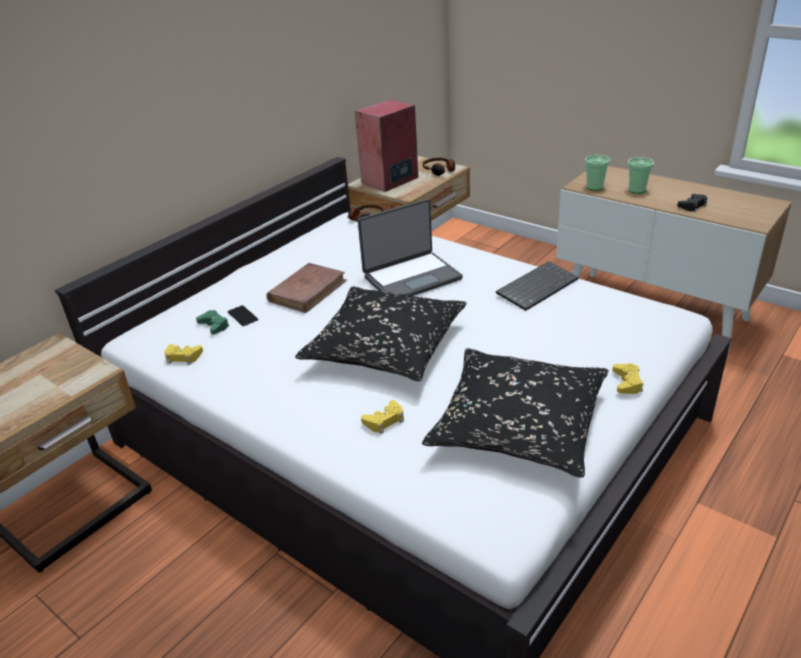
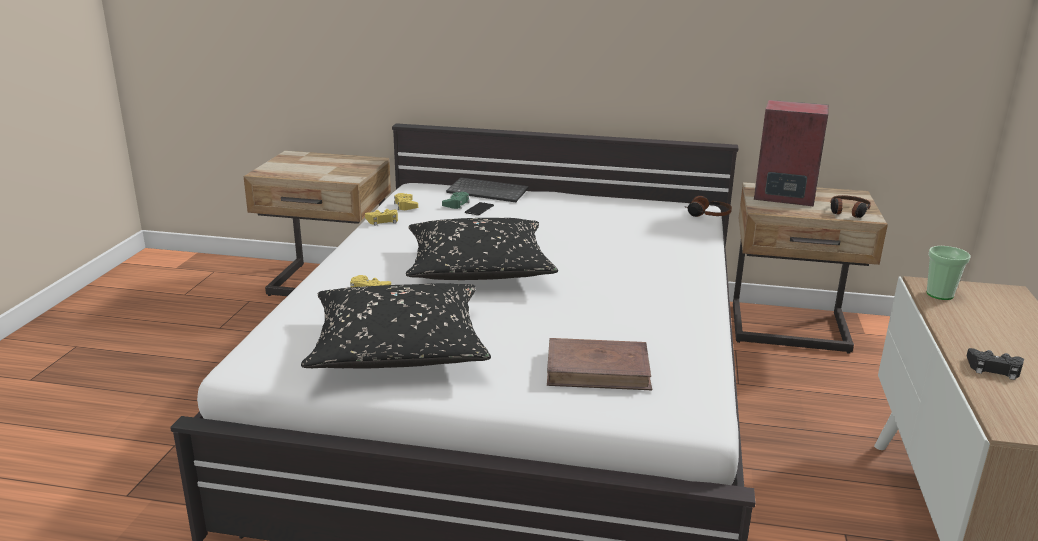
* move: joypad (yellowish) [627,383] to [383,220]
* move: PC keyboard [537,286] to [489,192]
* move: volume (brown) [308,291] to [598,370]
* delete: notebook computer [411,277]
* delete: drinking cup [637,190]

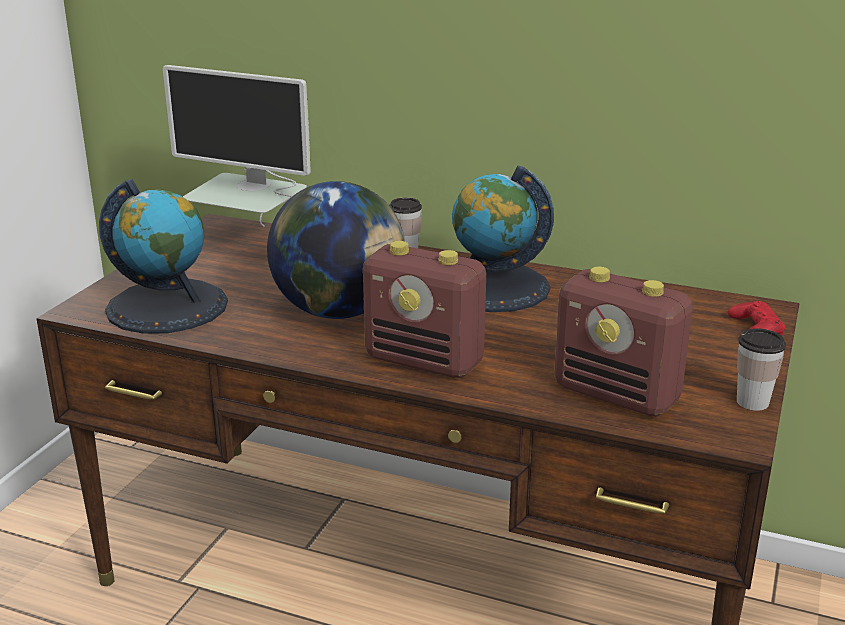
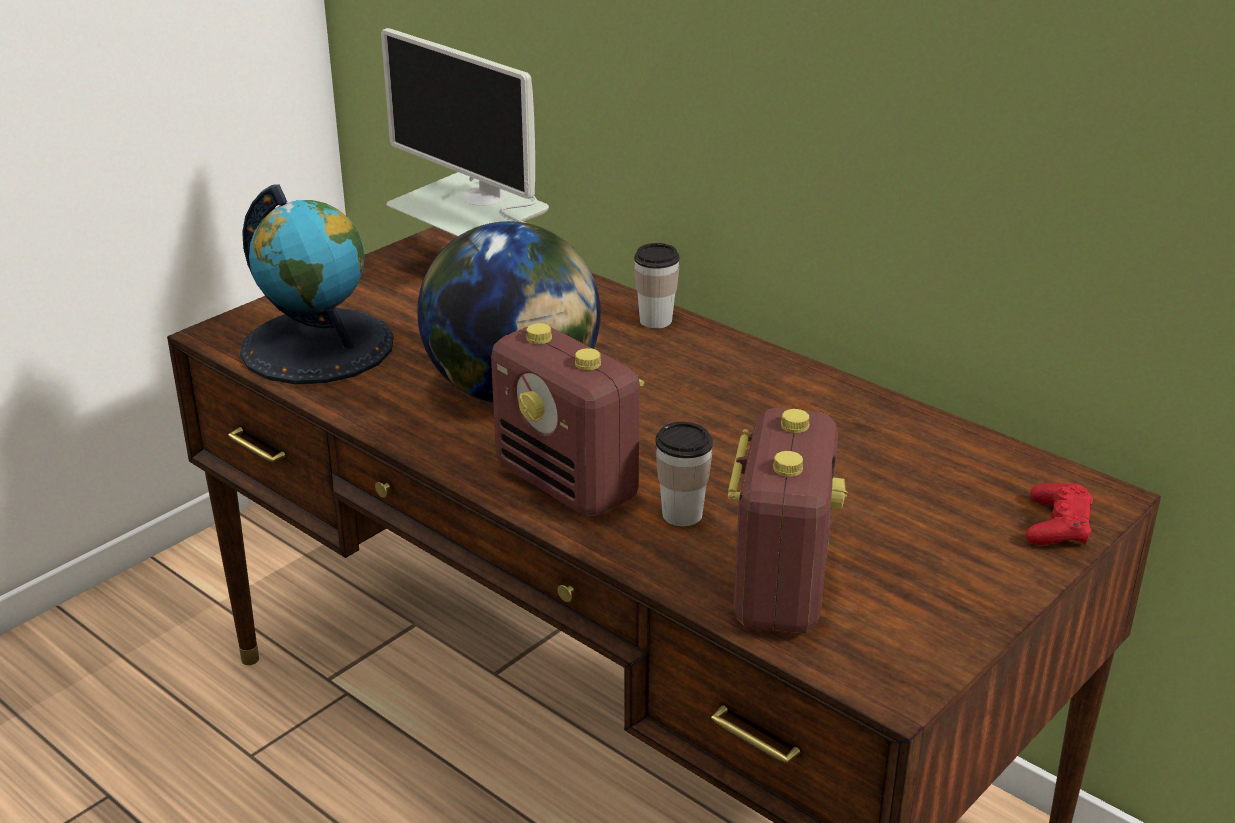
* move: drinking cup [752,402] to [682,514]
* rotate: radio set [617,395] = [780,586] 135 degrees counterclockwise
* delete: globe [492,287]

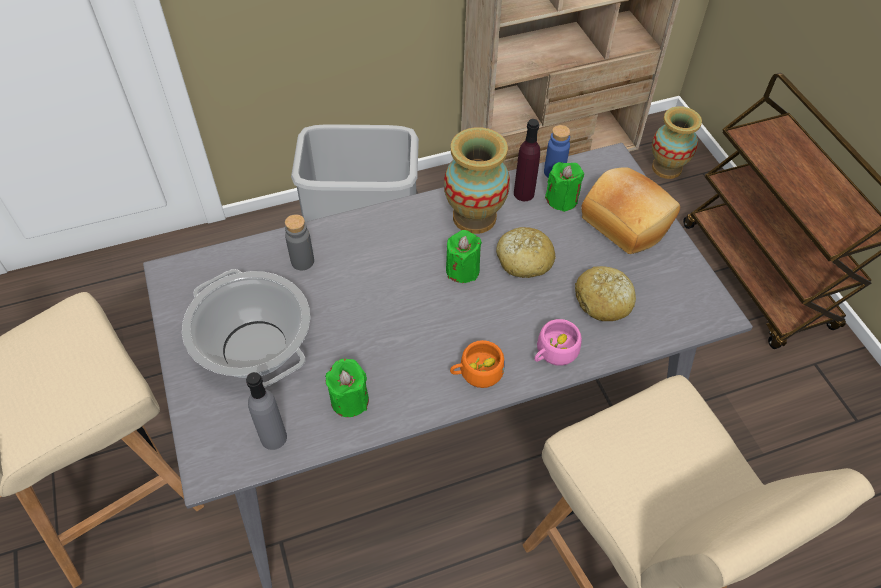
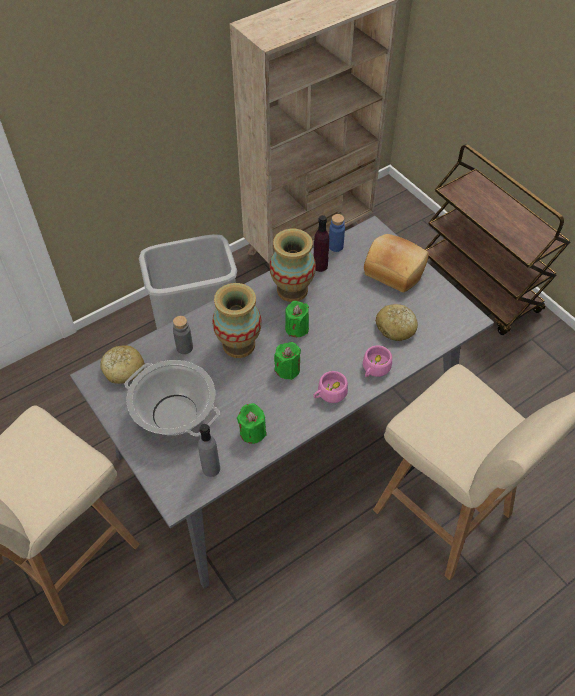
* move: baked bread [523,260] to [123,369]
* move: vase [666,168] to [239,345]
* move: wax candle (greenish) [562,199] to [287,369]
* recolor: drinking cup (orange-coloured) [476,372] to drinking cup (pink-coloured) [329,394]

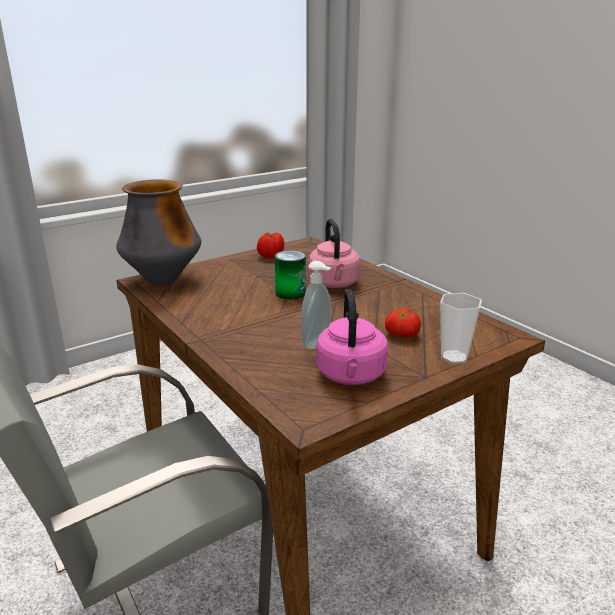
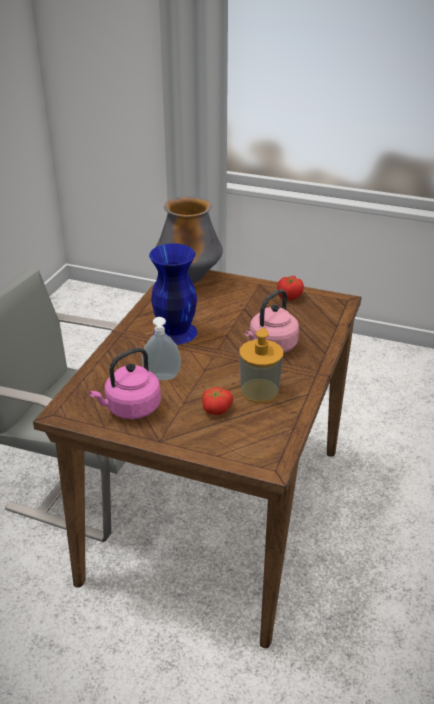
* insert: vase (blue) [174,332]
* insert: soap dispenser [259,391]
* delete: metal can [290,293]
* delete: drinking cup [454,357]

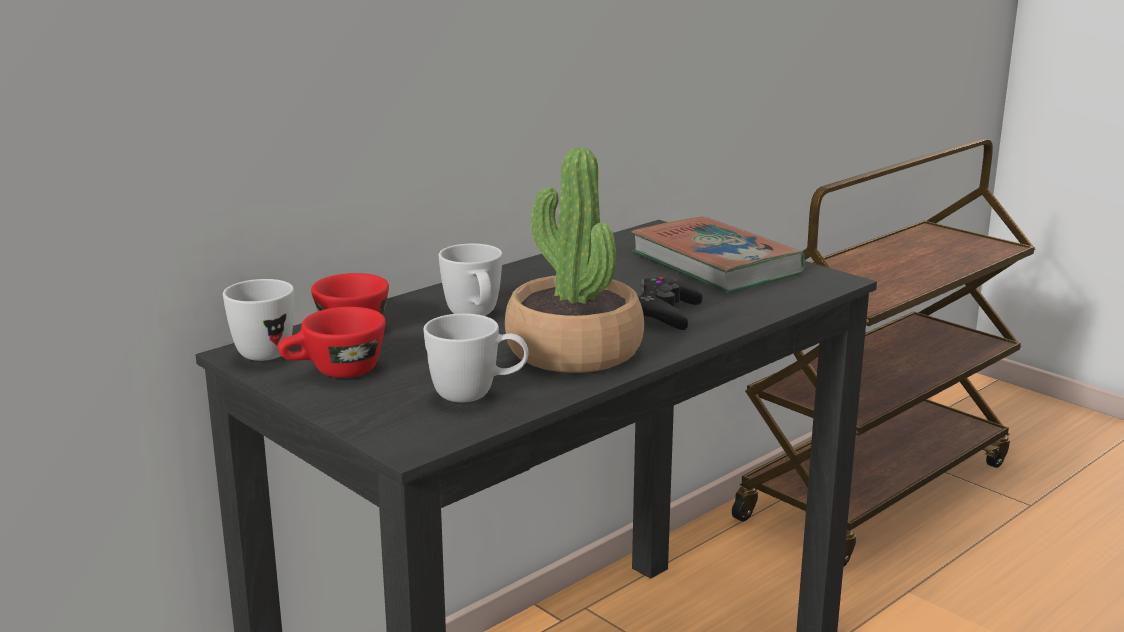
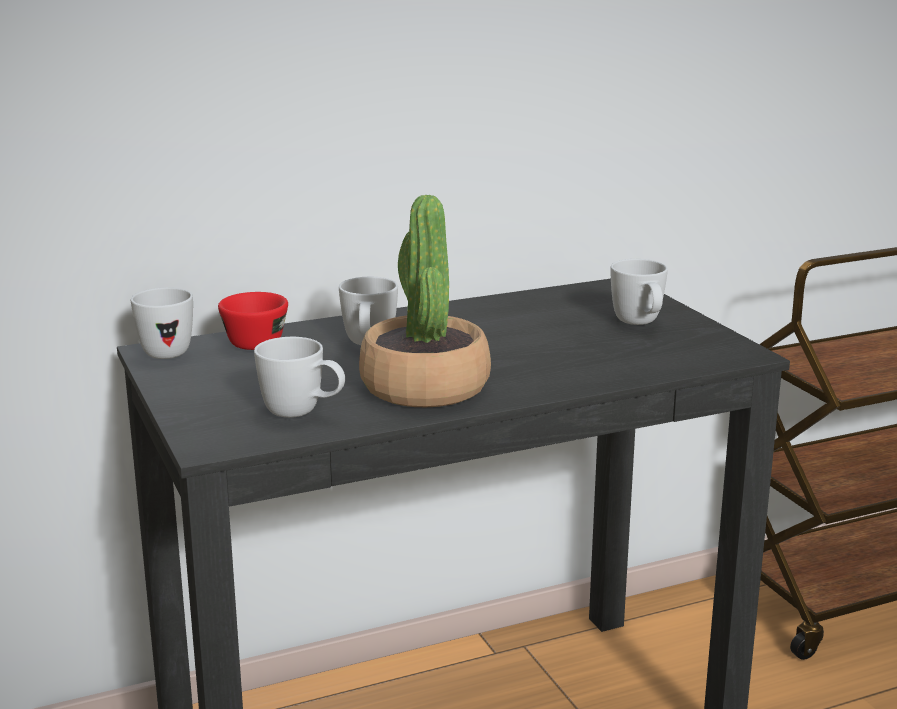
* replace: volume [715,264] to tea mug (white-coloured) [640,324]
* delete: drinking cup (red) [334,372]
* delete: joypad (black) [664,313]

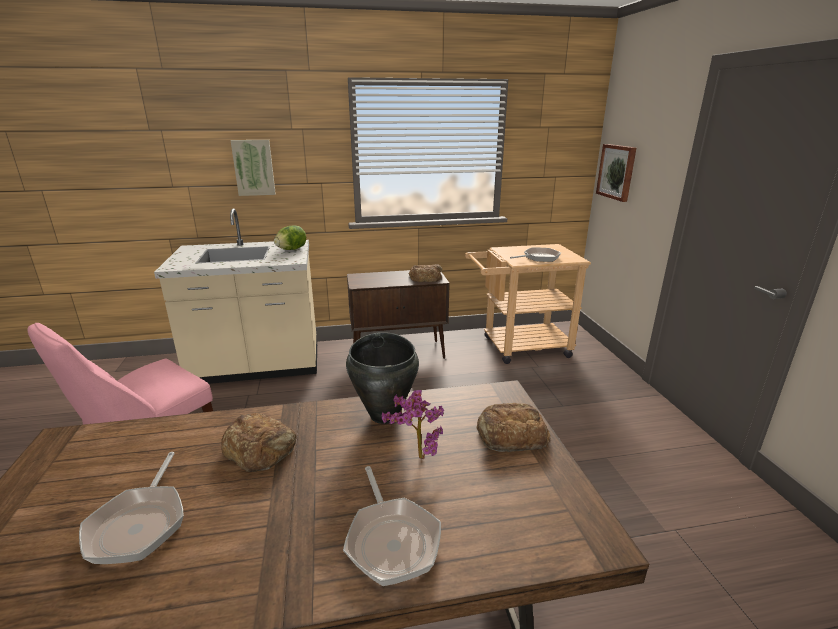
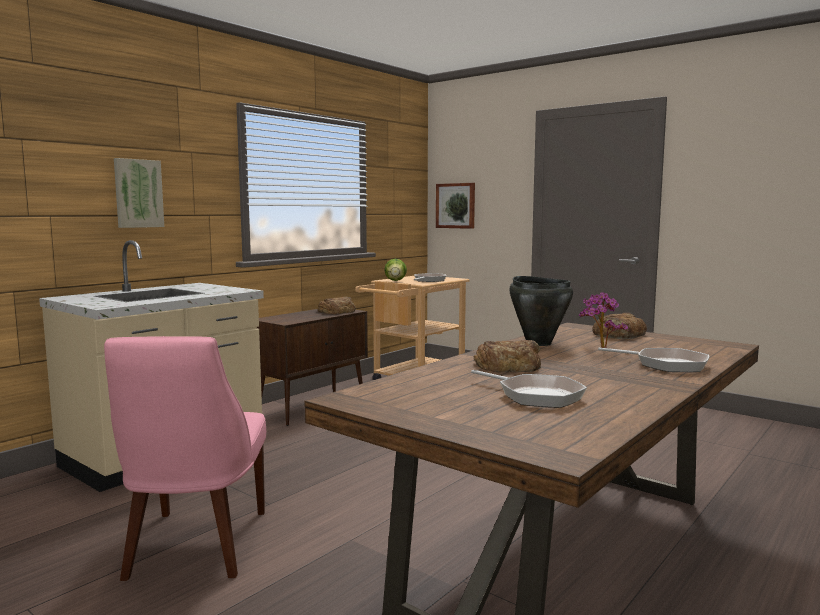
* move: lettuce [291,249] to [395,281]

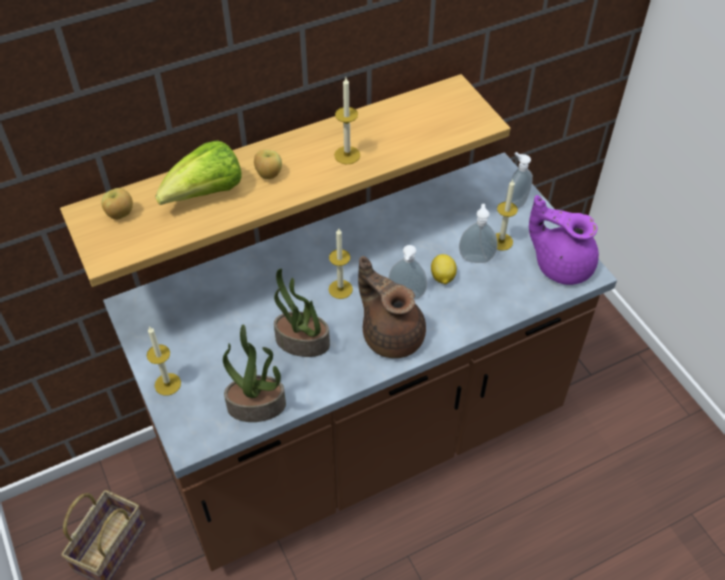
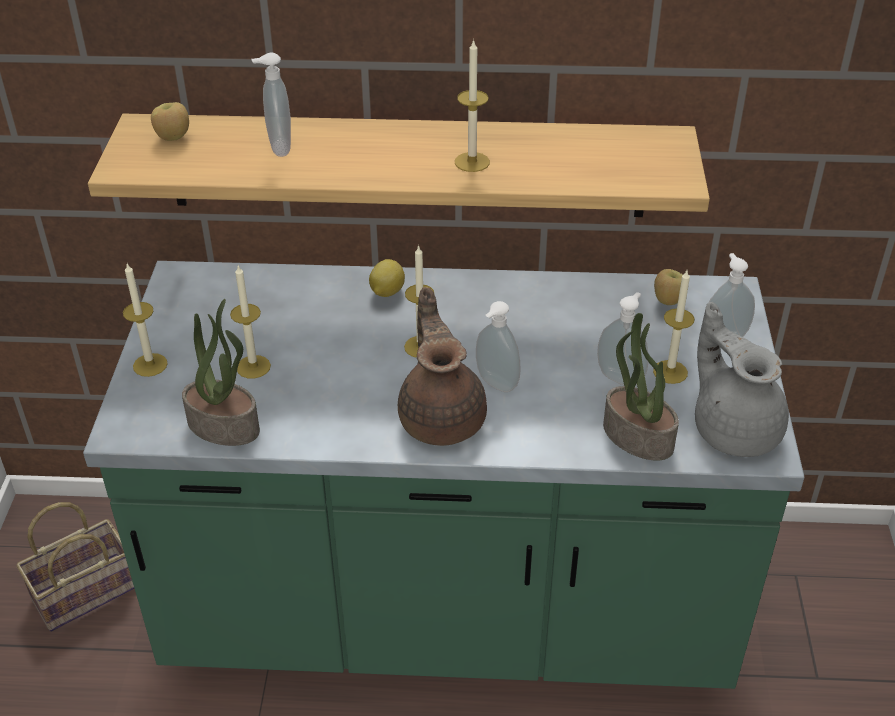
* recolor: counter (brown) [362,436] to counter (greenish) [448,610]
* insert: wax candle [253,367]
* replace: lettuce [206,194] to soap dispenser [278,148]
* move: citrus fruit [442,277] to [386,292]
* move: potted plant [301,343] to [636,437]
* move: apple [268,175] to [667,301]
* recolor: pot for tea (purple) [561,264] to pot for tea (gray) [734,428]

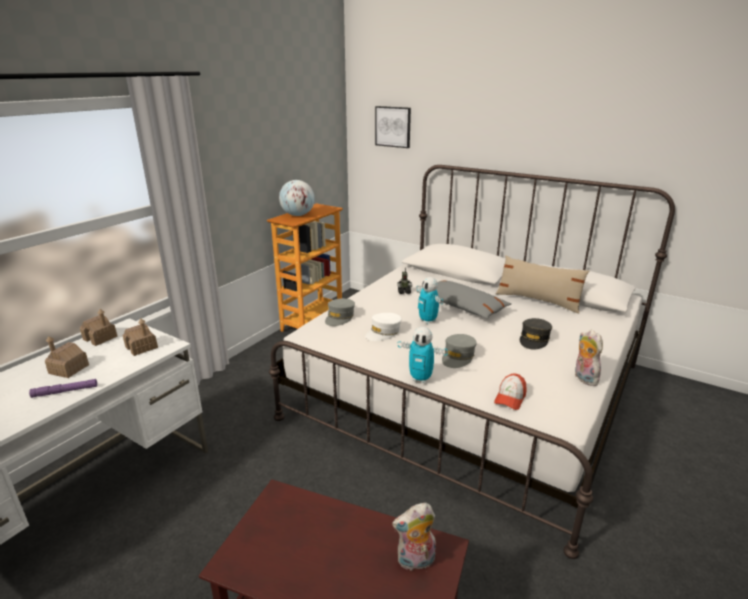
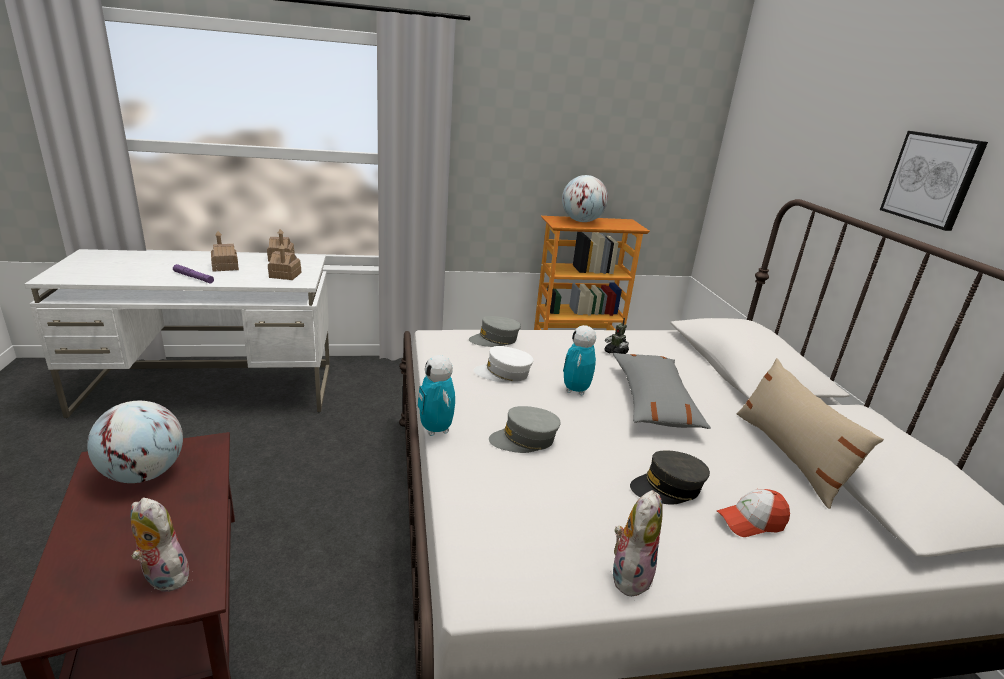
* insert: globe [144,474]
* move: baseball cap [510,398] to [751,521]
* move: picture [393,126] to [932,179]

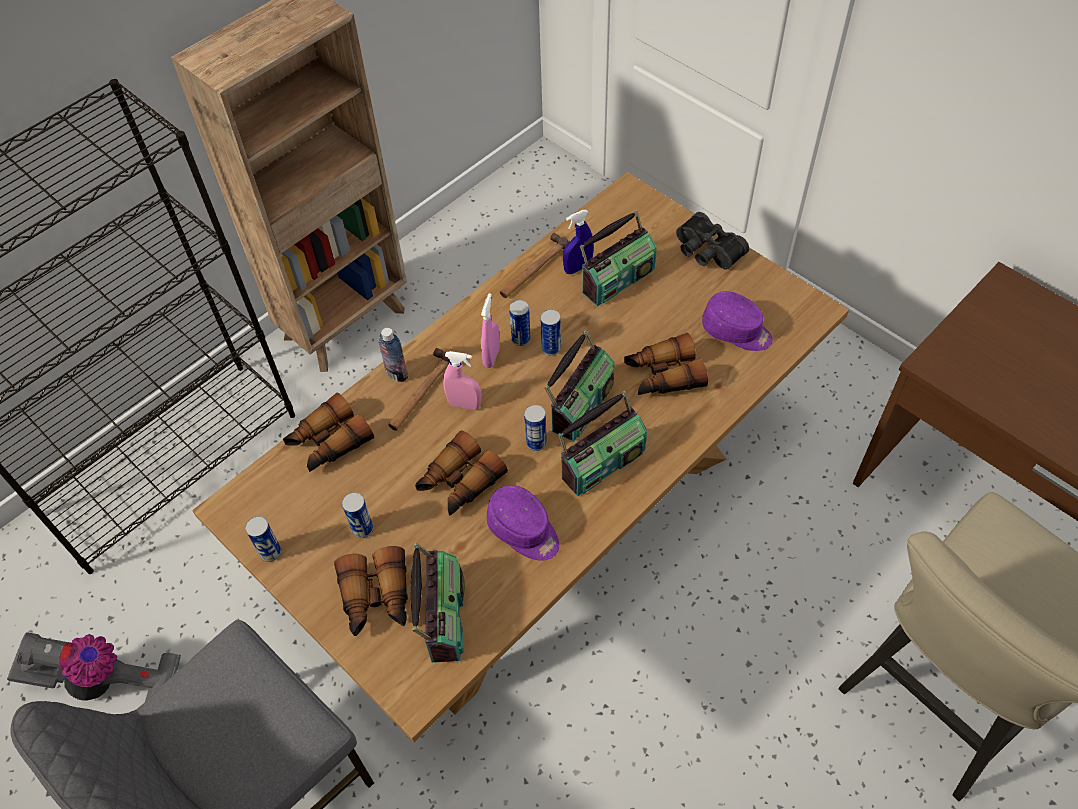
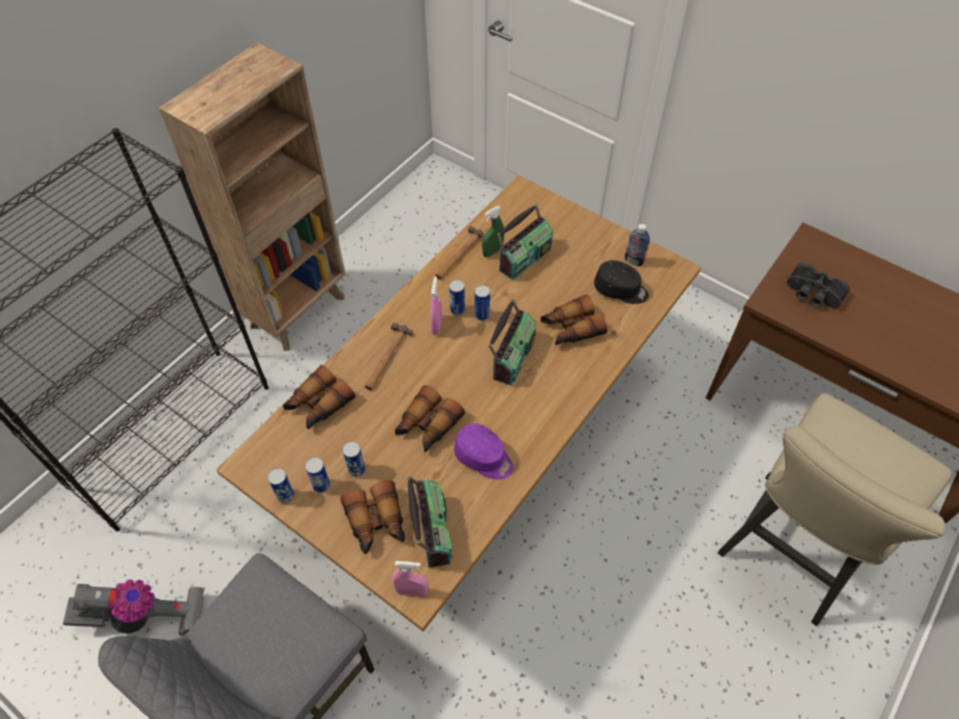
* move: metal can [536,443] to [321,485]
* move: spray bottle (pink-coloured) [464,404] to [412,591]
* recolor: spray bottle (blue) [578,268] to spray bottle (greenish) [492,251]
* recolor: baseball cap (purple) [736,331] to baseball cap (black) [621,290]
* move: drink bottle [397,374] to [634,261]
* move: binoculars (black) [706,251] to [812,294]
* delete: radio set [601,462]

